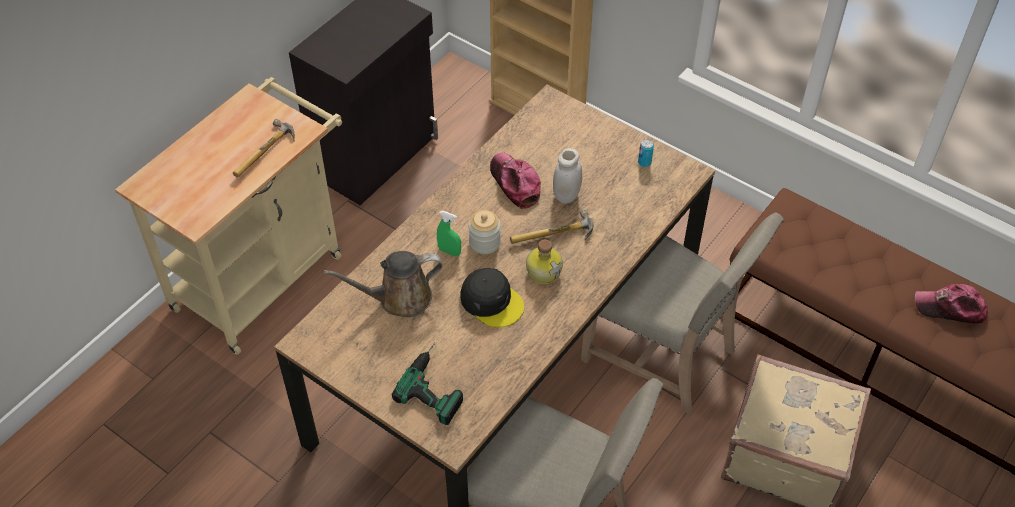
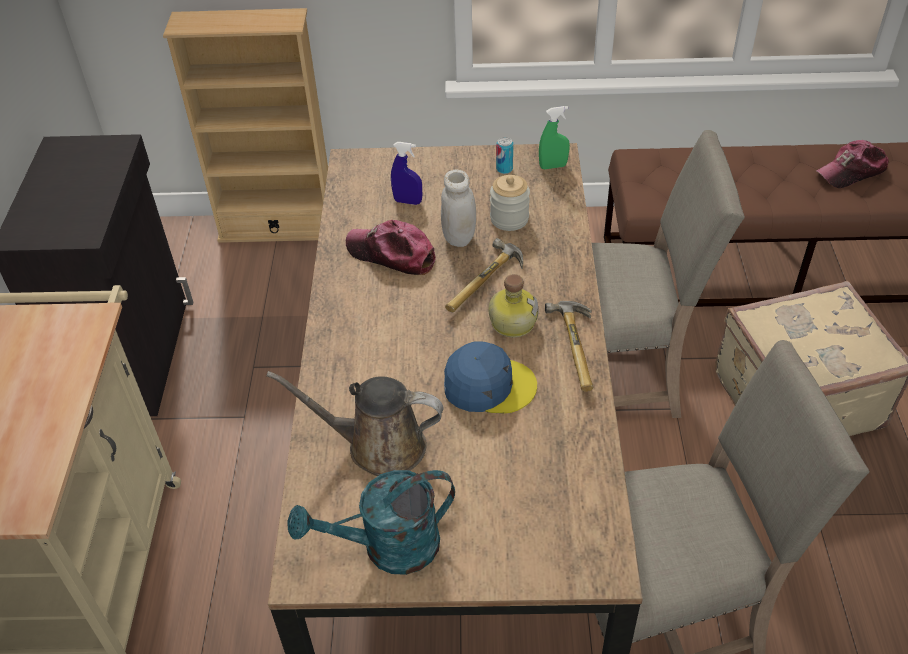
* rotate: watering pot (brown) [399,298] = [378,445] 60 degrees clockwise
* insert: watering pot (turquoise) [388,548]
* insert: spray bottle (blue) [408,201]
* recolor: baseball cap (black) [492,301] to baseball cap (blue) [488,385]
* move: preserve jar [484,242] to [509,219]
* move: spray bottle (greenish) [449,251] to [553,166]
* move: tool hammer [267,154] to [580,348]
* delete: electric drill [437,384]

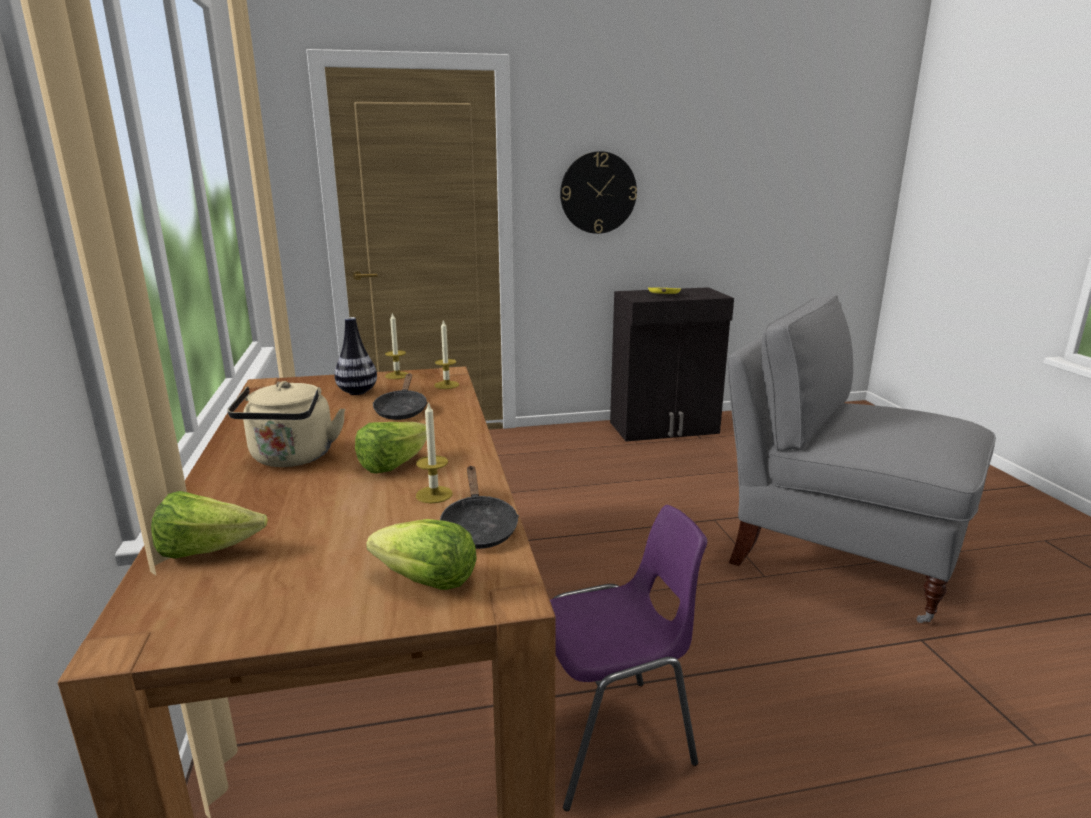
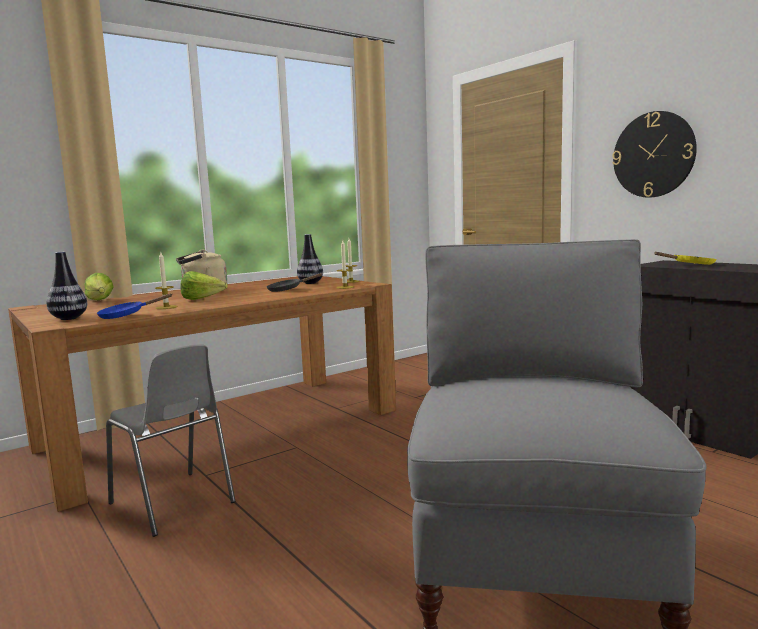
* replace: lettuce [427,582] to vase [69,318]
* recolor: pan (black) [478,528] to pan (blue) [126,315]
* recolor: plain chair (purple) [611,738] to plain chair (gray) [174,504]

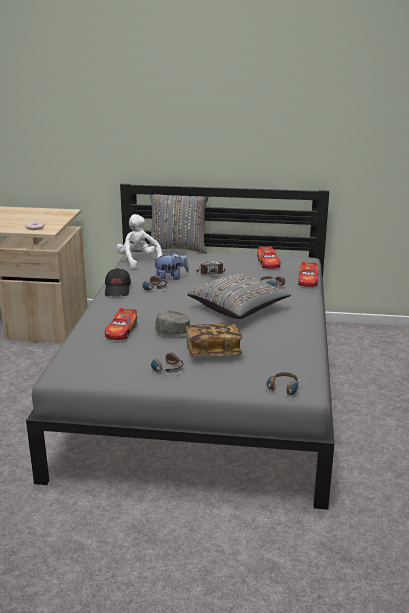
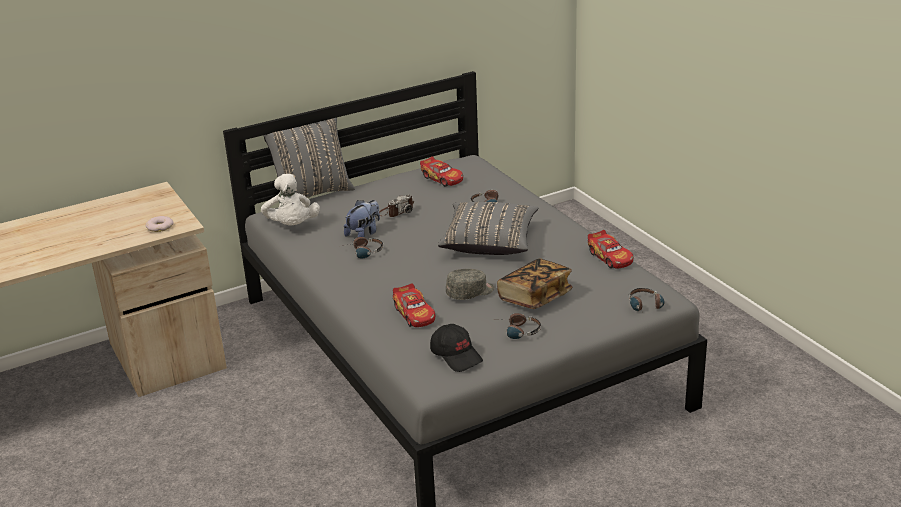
* rotate: plush toy (white-coloured) [139,261] = [292,226] 135 degrees counterclockwise
* move: baseball cap (black) [118,290] to [456,355]
* move: miniature car [308,280] to [610,257]

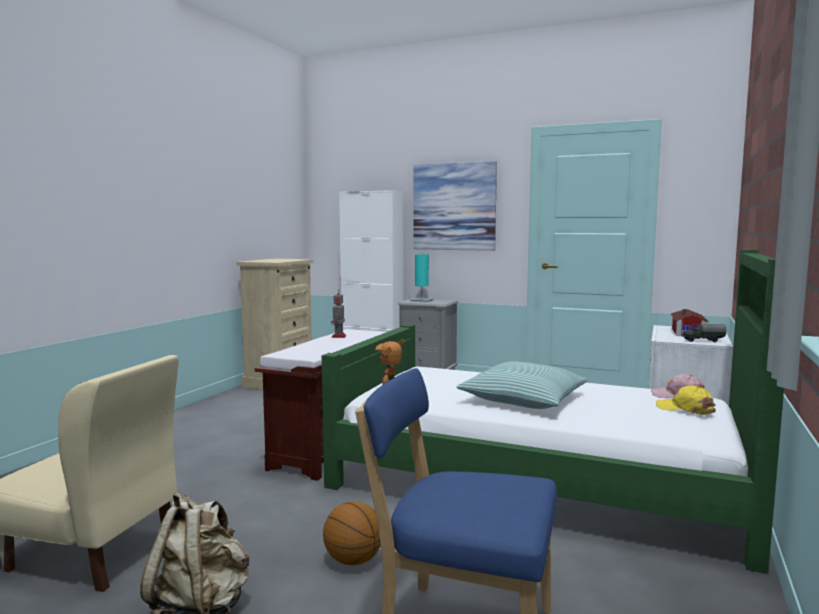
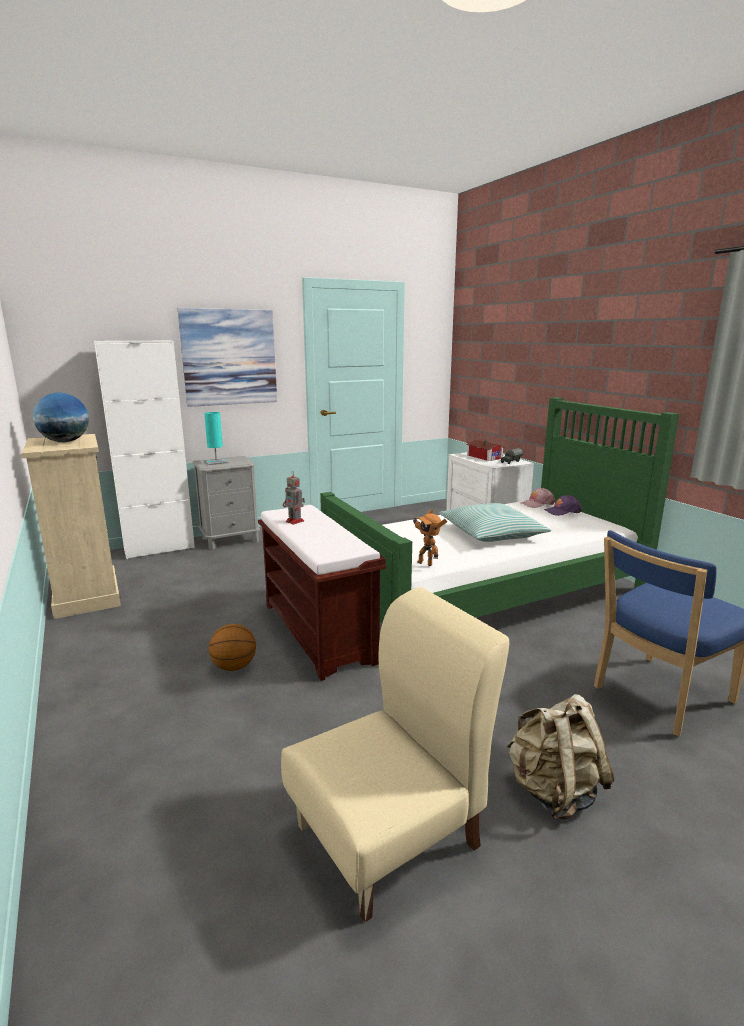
* insert: globe [65,442]
* move: basketball ball [353,561] to [234,667]
* recolor: baseball cap (yellowish) [685,409] to baseball cap (purple) [562,511]

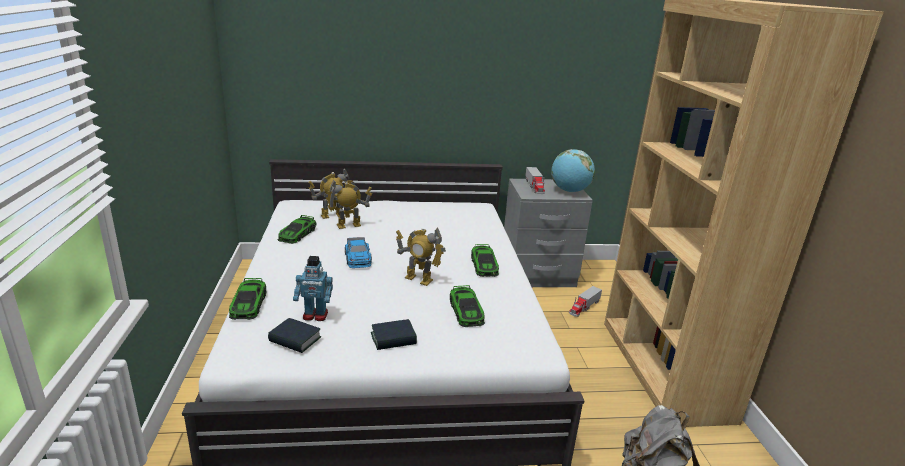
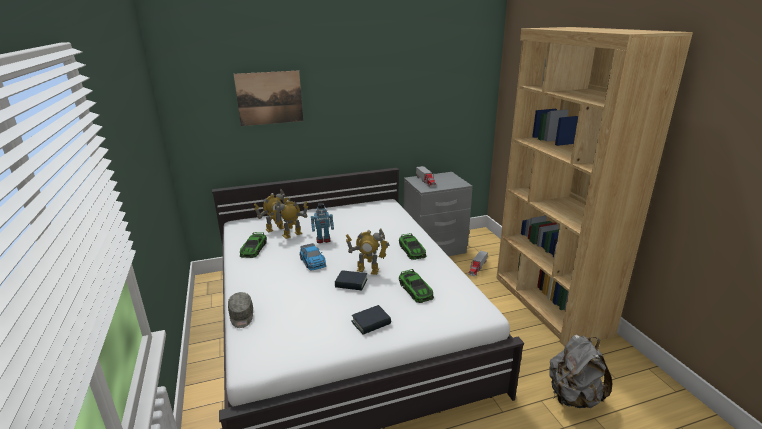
* replace: miniature car [248,304] to baseball cap (gray) [241,316]
* insert: picture [269,98]
* move: robot figure [315,316] to [323,240]
* move: volume [295,340] to [351,283]
* delete: globe [569,191]

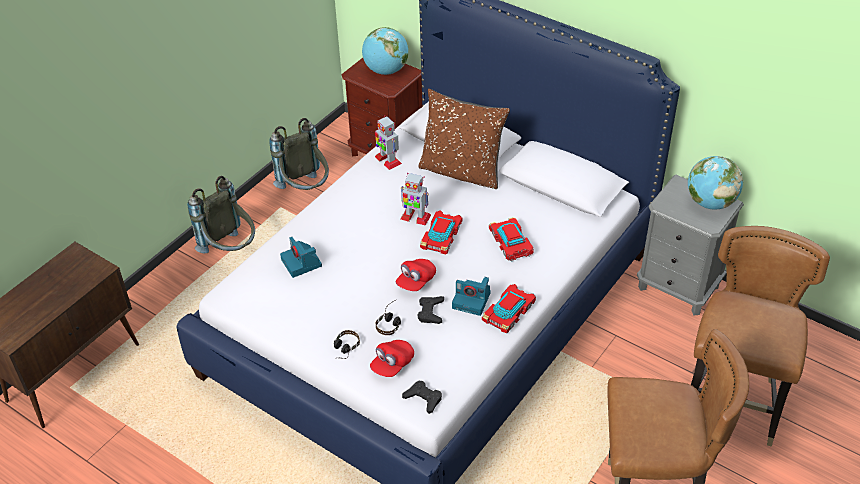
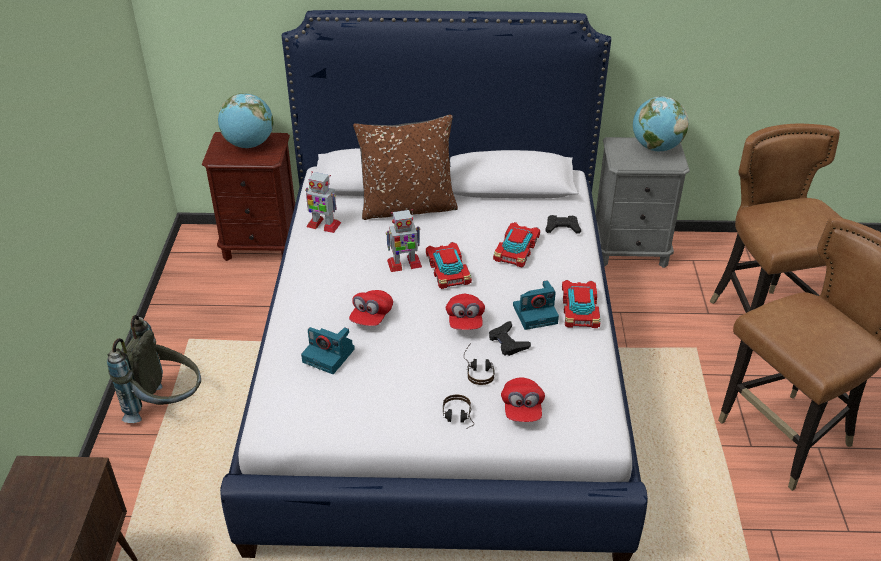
* insert: baseball cap (red) [371,316]
* rotate: miniature car [510,243] = [517,249] 105 degrees counterclockwise
* move: joypad (black) [423,398] to [562,228]
* delete: rucksack (gray) [305,190]

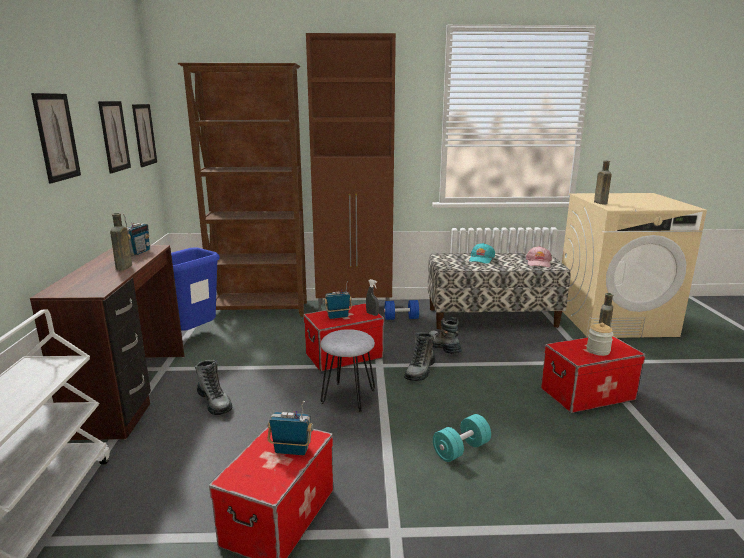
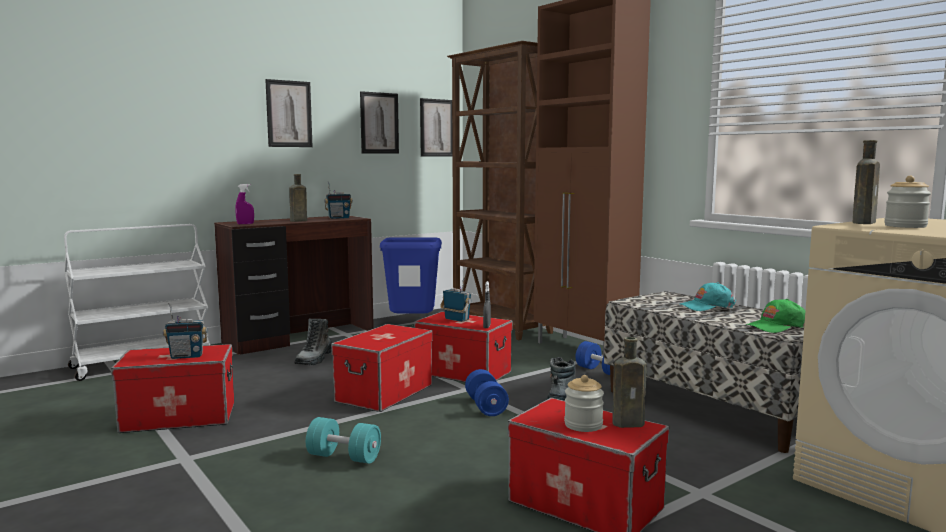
* rotate: radio set [291,451] = [187,356] 105 degrees clockwise
* insert: spray bottle (purple) [245,224]
* replace: stool (gray) [348,397] to storage bin [385,393]
* replace: high-top boot [420,371] to free weight (blue) [486,406]
* recolor: baseball cap (pink-coloured) [538,262] to baseball cap (greenish) [776,327]
* insert: preserve jar [905,226]

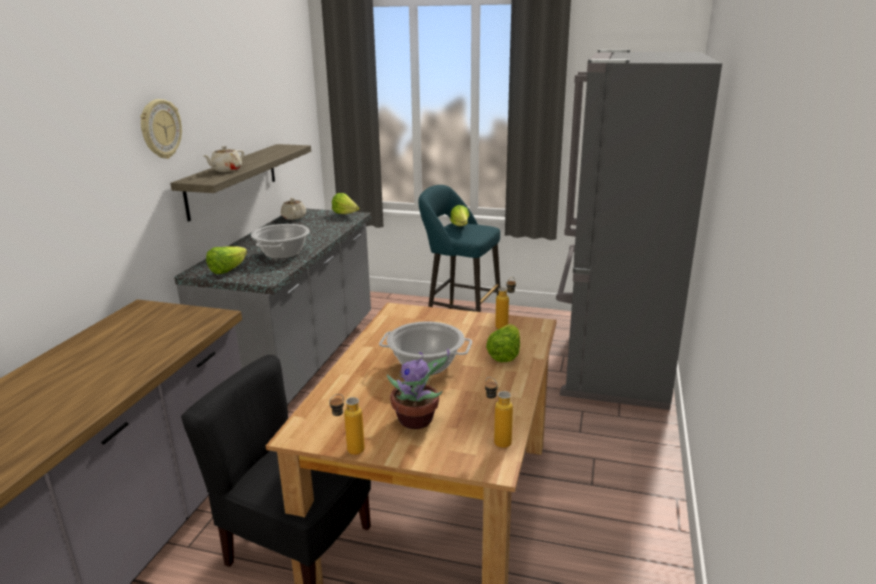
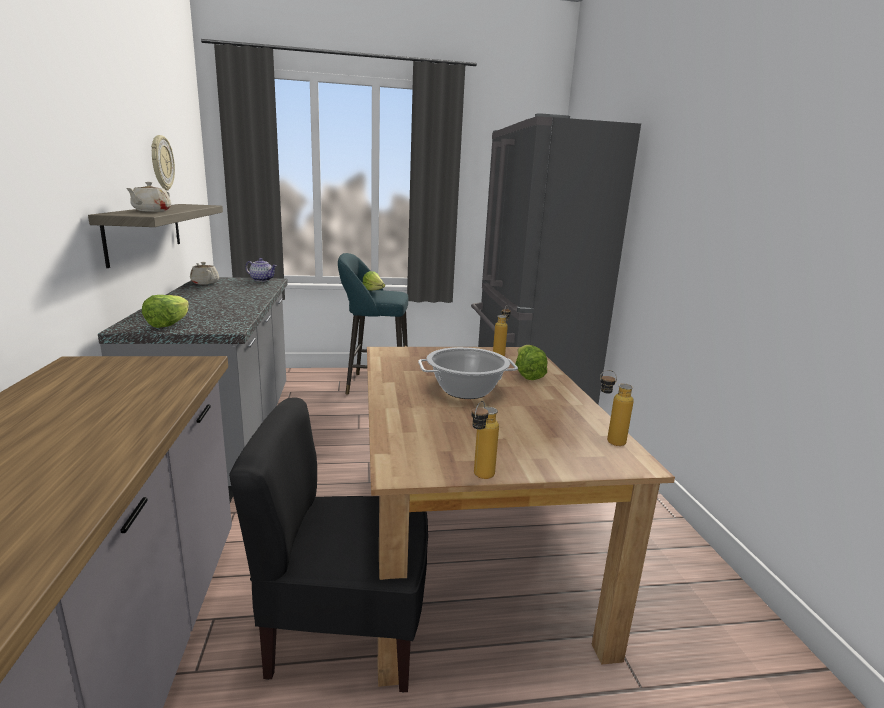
* move: clock on the wall [160,129] to [161,163]
* replace: lettuce [346,214] to pot for tea [262,280]
* delete: saucepot [282,253]
* delete: potted plant [417,421]

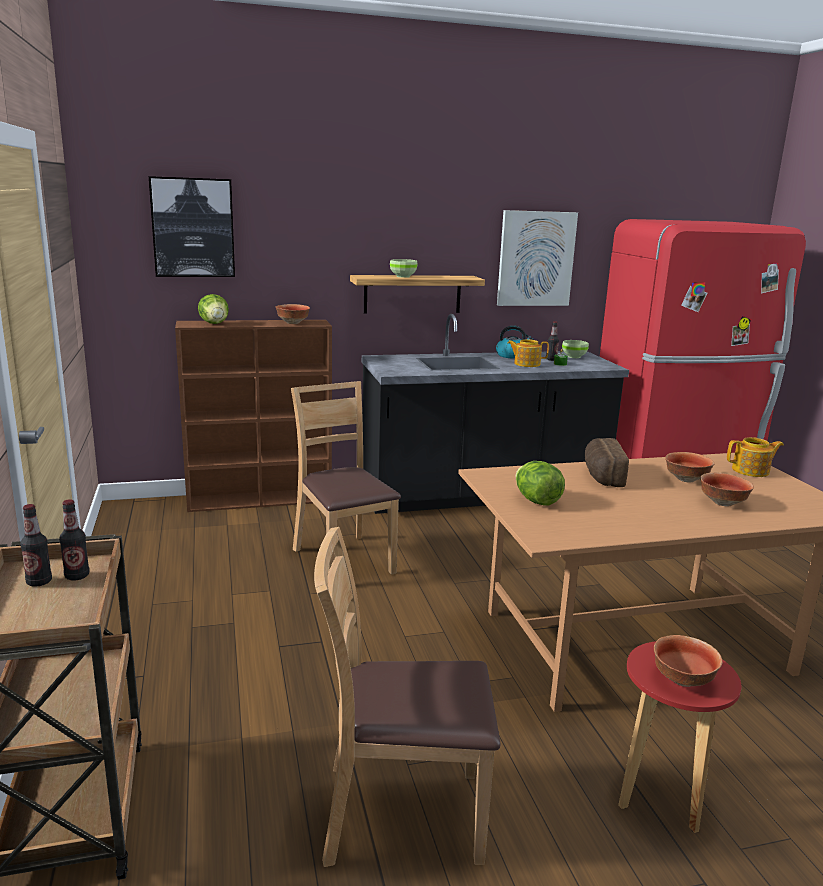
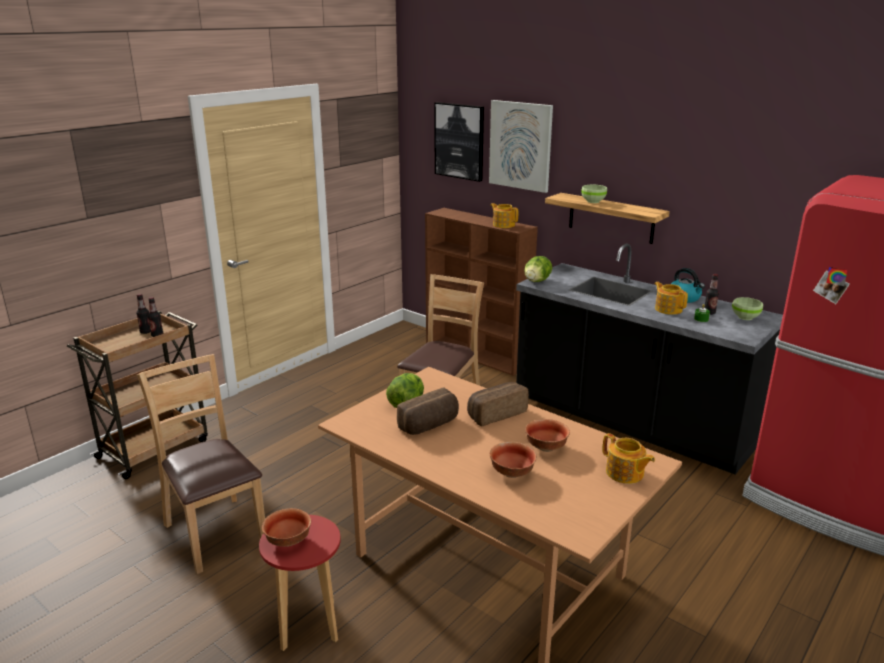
* insert: baked bread [430,425]
* move: picture [535,259] to [520,145]
* replace: bowl [293,323] to pot for tea [503,225]
* move: lettuce [214,324] to [536,281]

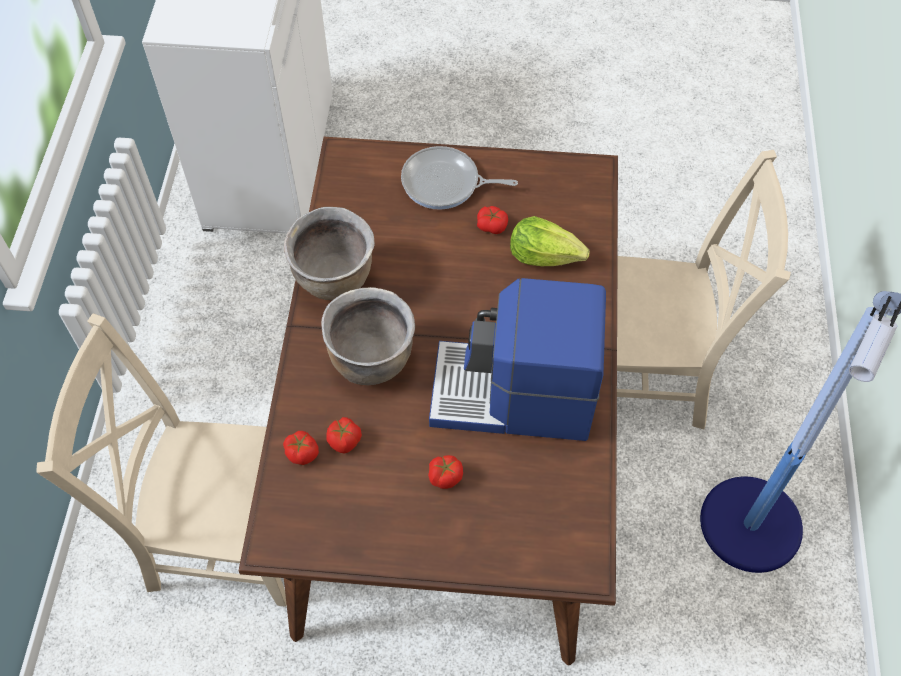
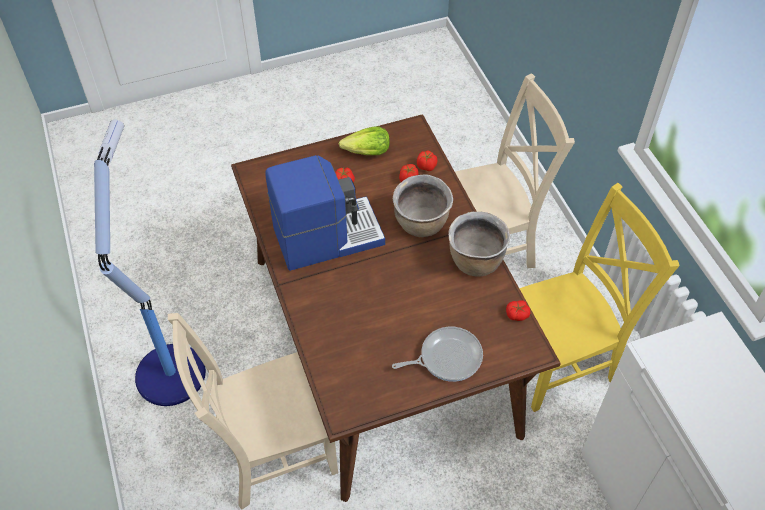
* move: lettuce [544,255] to [367,152]
* move: whole tomato [491,225] to [517,314]
* insert: plain chair (yellowish) [560,359]

